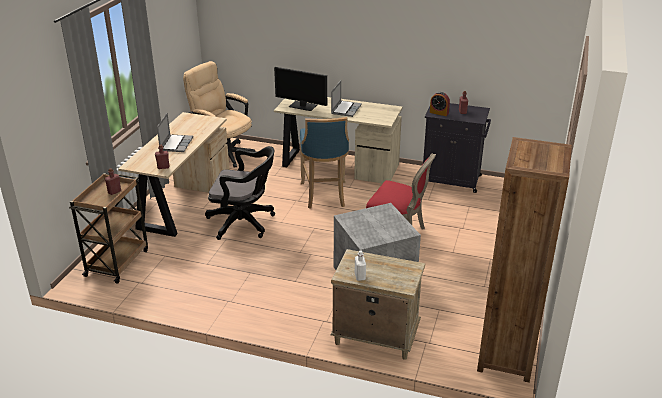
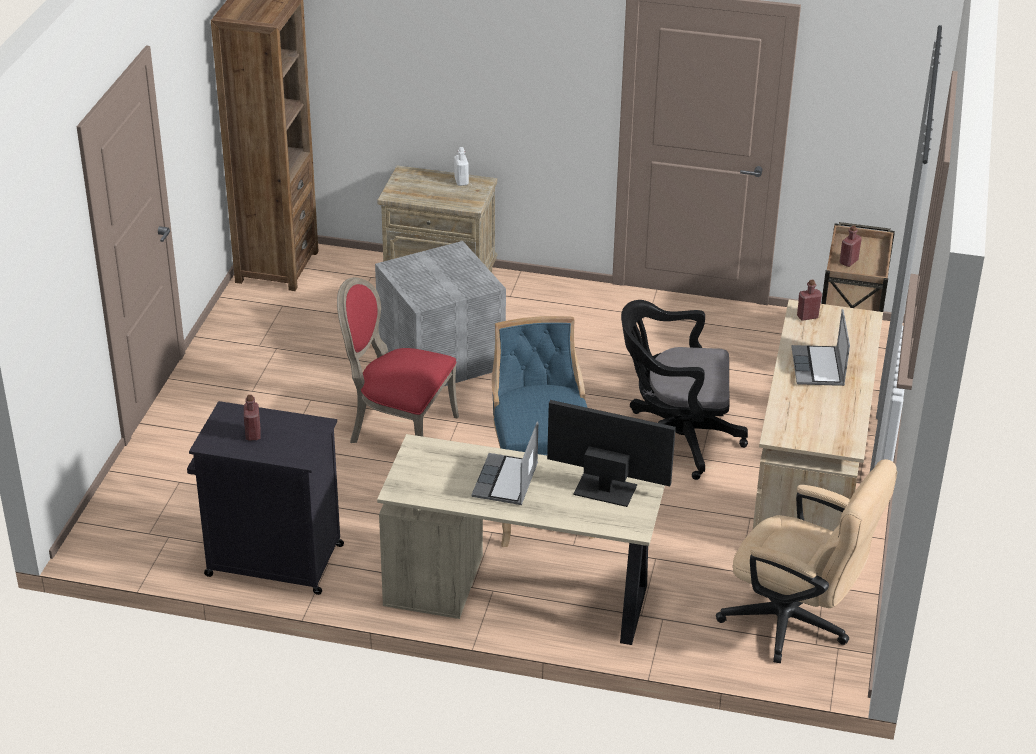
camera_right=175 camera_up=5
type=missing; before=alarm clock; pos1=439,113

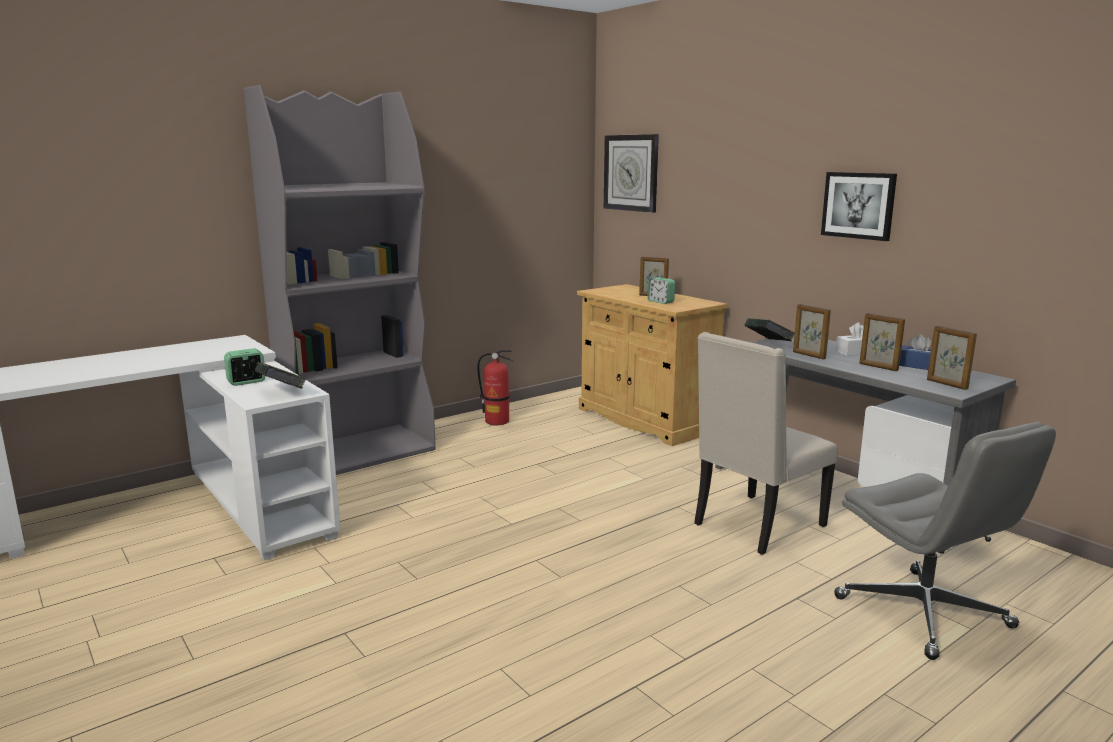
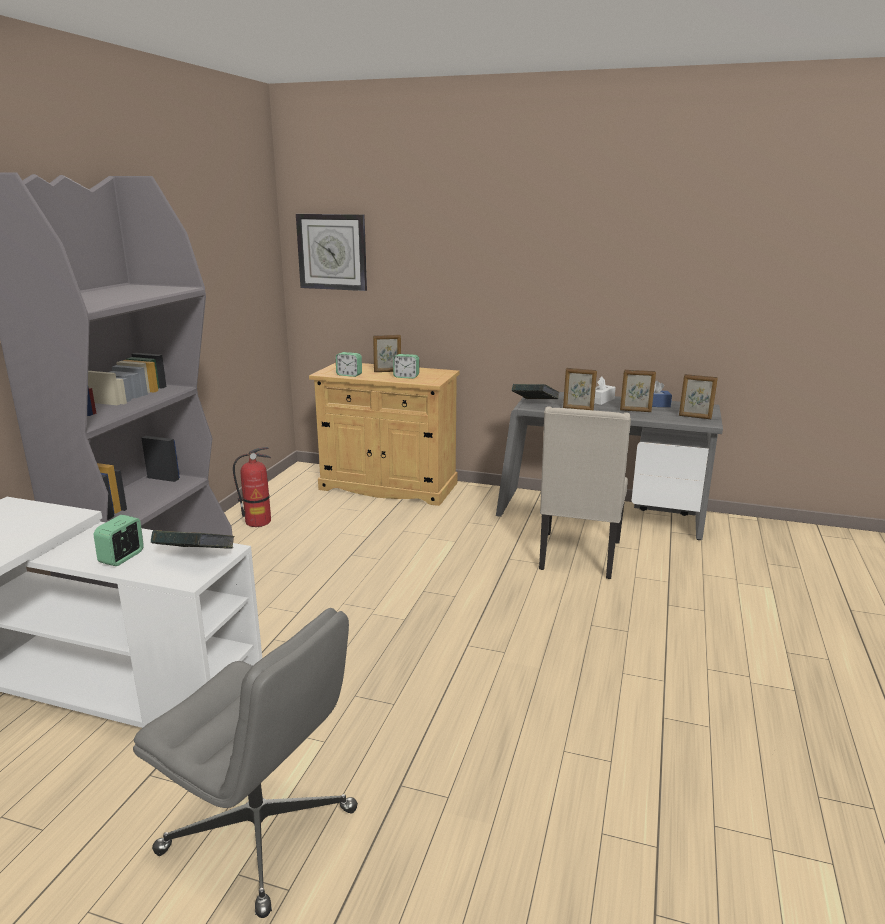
camera_right=-35 camera_up=5
type=missing; before=wall picture; pos1=858,205
type=appeared; after=alarm clock; pos2=349,375
type=relocated; before=grey office chair; pos1=925,613; pos2=261,831

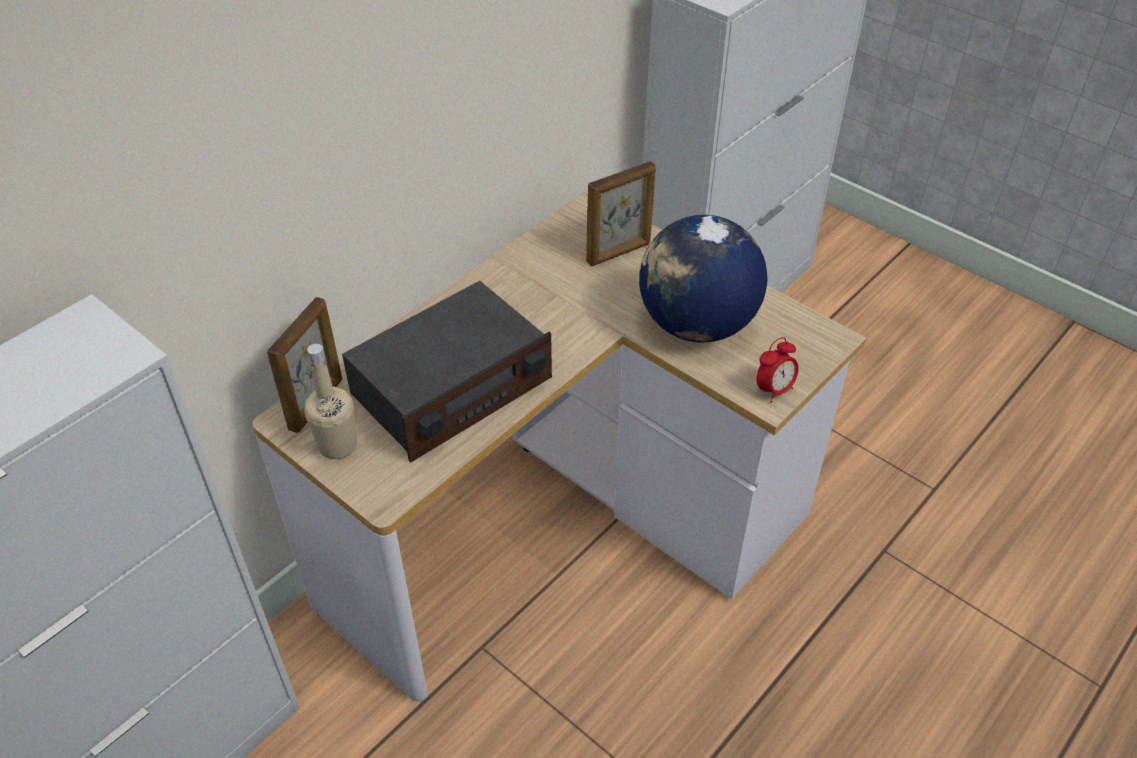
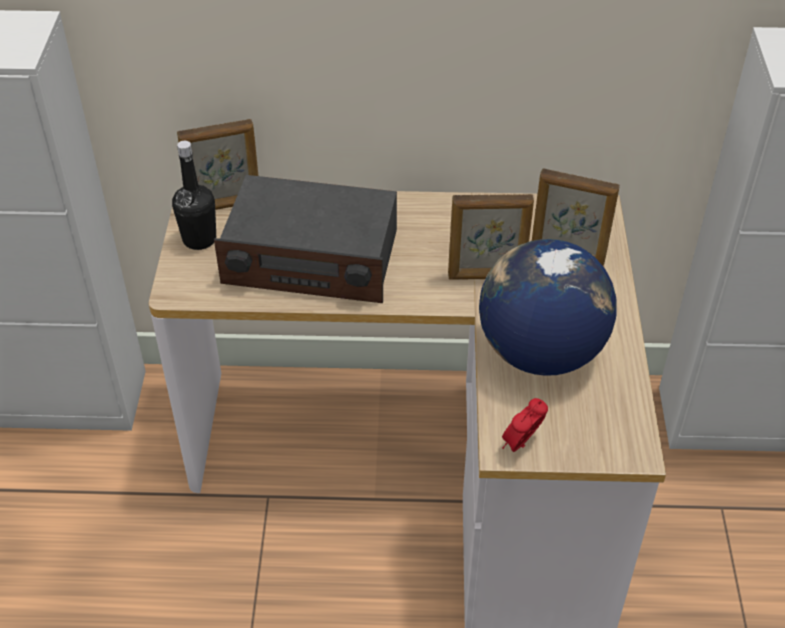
camera_right=50 camera_up=0
type=appeared; after=photo frame; pos2=486,276
type=colour; before=beige-coloured drink bottle; after=blackish drink bottle; pos1=337,445; pos2=199,239
type=spun; before=alarm clock; pos1=774,390; pos2=521,445; turn=120

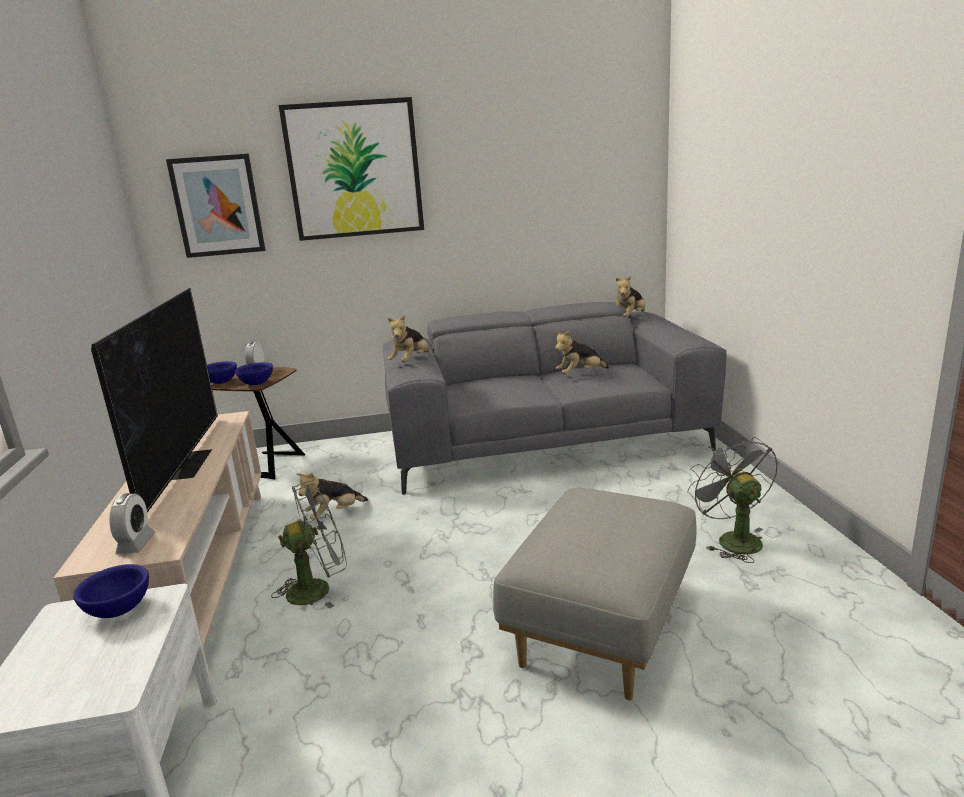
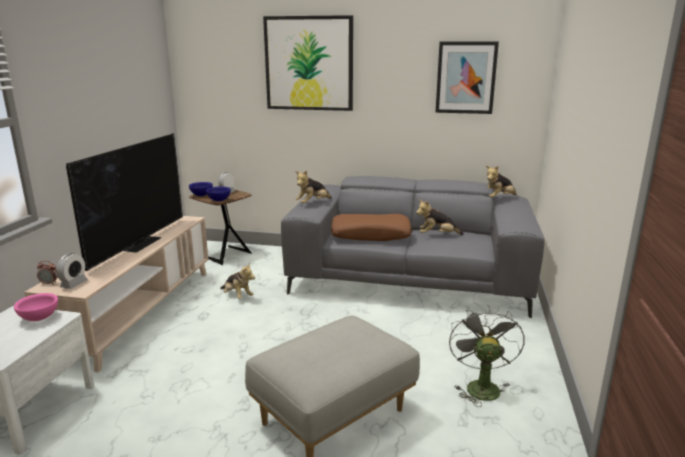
camera_right=20 camera_up=0
type=missing; before=grey fan; pos1=318,588
type=appeared; after=alarm clock; pos2=49,283
type=appeared; after=brownish pillow; pos2=370,235
type=relocated; before=wall picture; pos1=217,206; pos2=466,78
type=colour; before=blue-coloured serving bowl; after=pink serving bowl; pos1=119,610; pos2=39,318
type=spun; before=soft toy; pos1=334,514; pos2=237,296; turn=-120

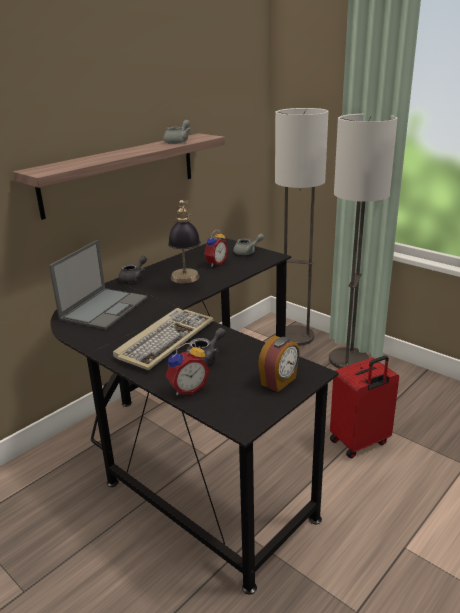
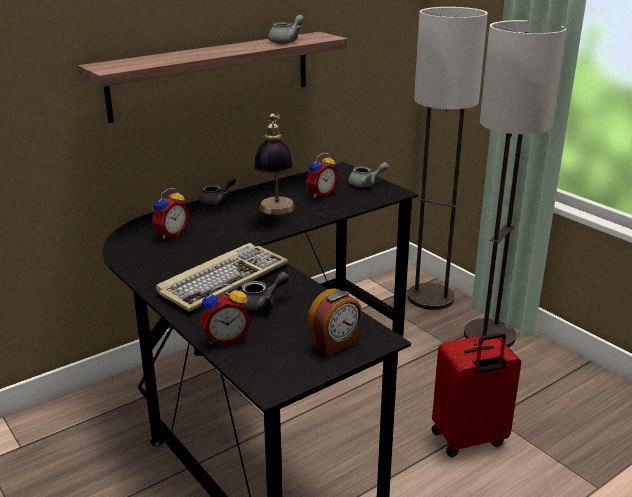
camera_right=10 camera_up=0
type=exchanged; before=notebook computer; after=alarm clock; pos1=104,308; pos2=170,234

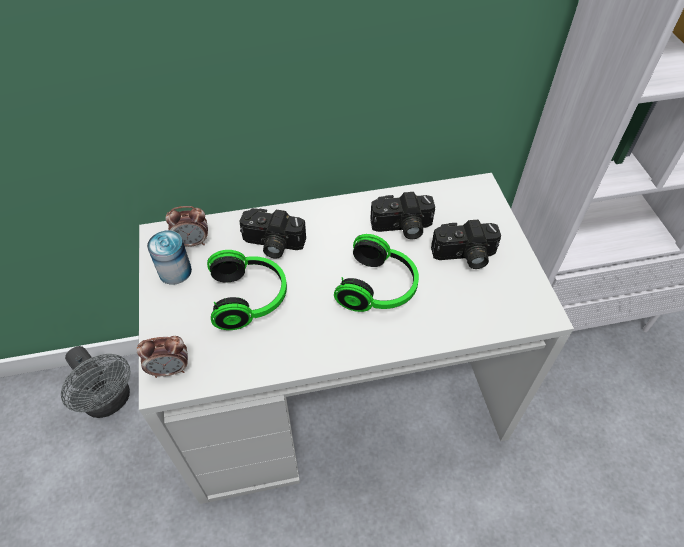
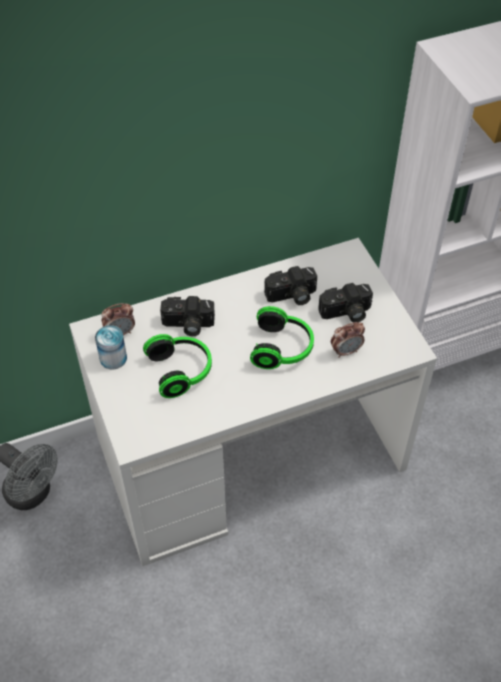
camera_right=-10 camera_up=0
type=relocated; before=alarm clock; pos1=170,369; pos2=346,351

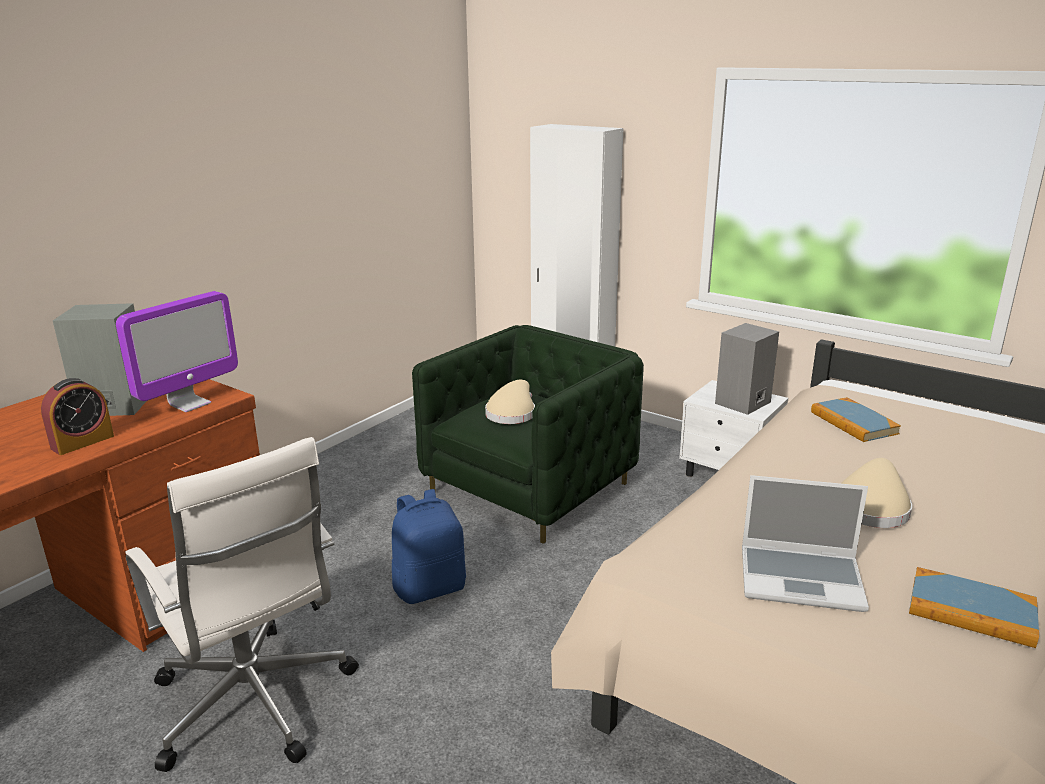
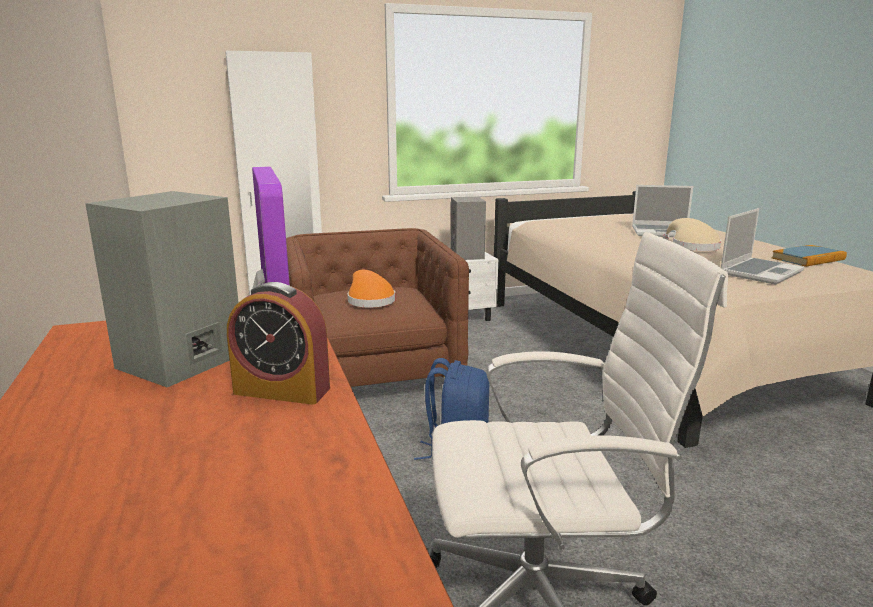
camera_right=-55 camera_up=-5
type=missing; before=book; pos1=853,423
type=appeared; after=notebook computer; pos2=663,232
type=colour; before=green armchair; after=brownish armchair; pos1=529,488; pos2=373,374
type=colour; before=beige-coloured wearable hat; after=orangey wearable hat; pos1=512,413; pos2=369,300
type=spun; before=alarm clock; pos1=82,442; pos2=282,391; turn=120

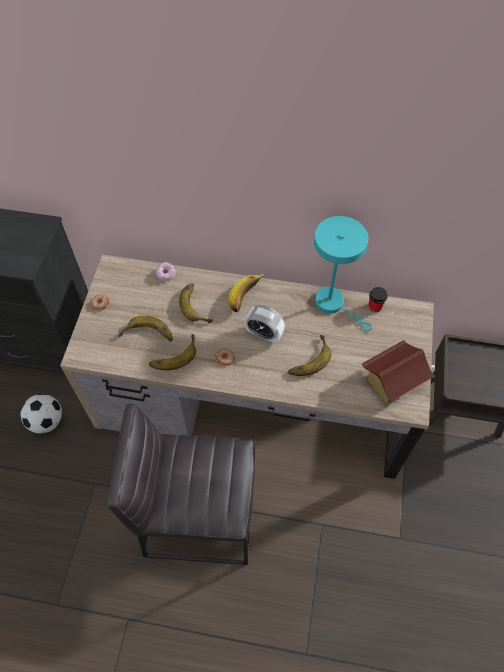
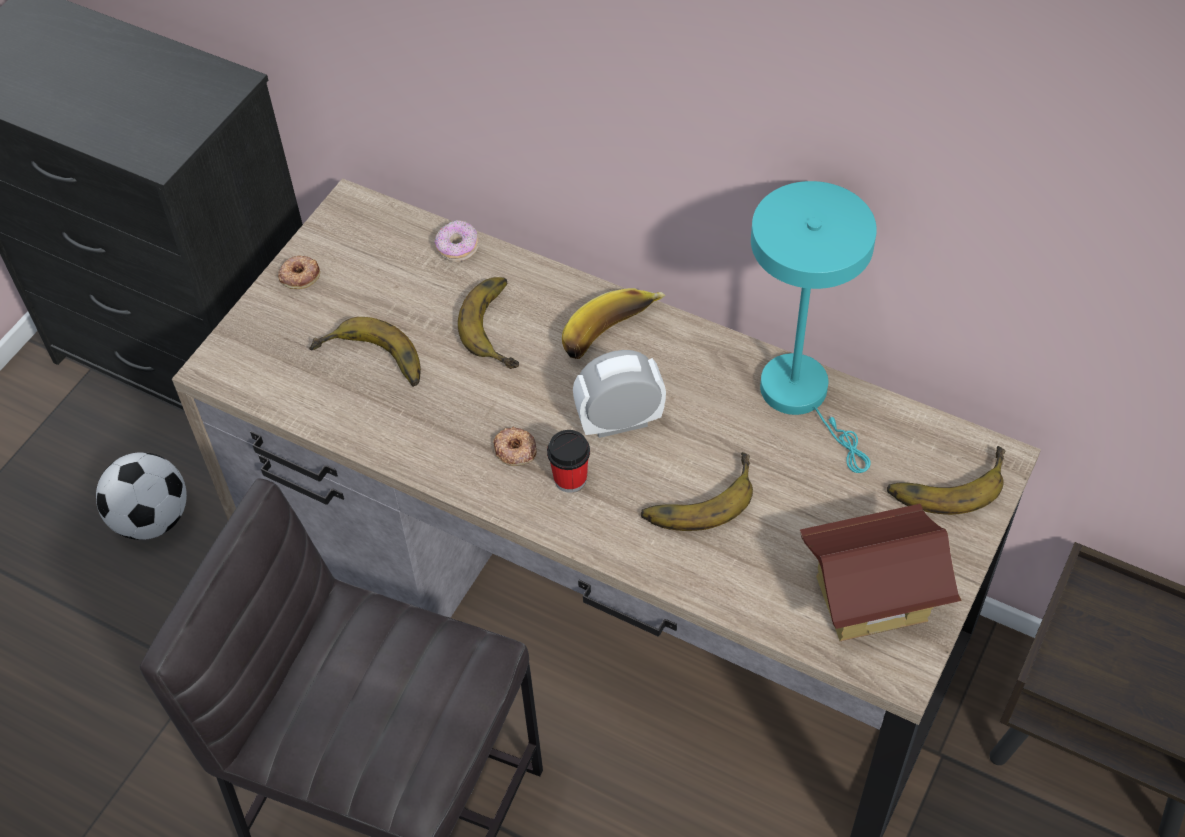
camera_right=20 camera_up=-5
type=relocated; before=whole banana; pos1=173,354; pos2=945,480
type=relocated; before=drinking cup; pos1=374,307; pos2=570,479
type=spun; before=alarm clock; pos1=264,334; pos2=620,422; turn=120

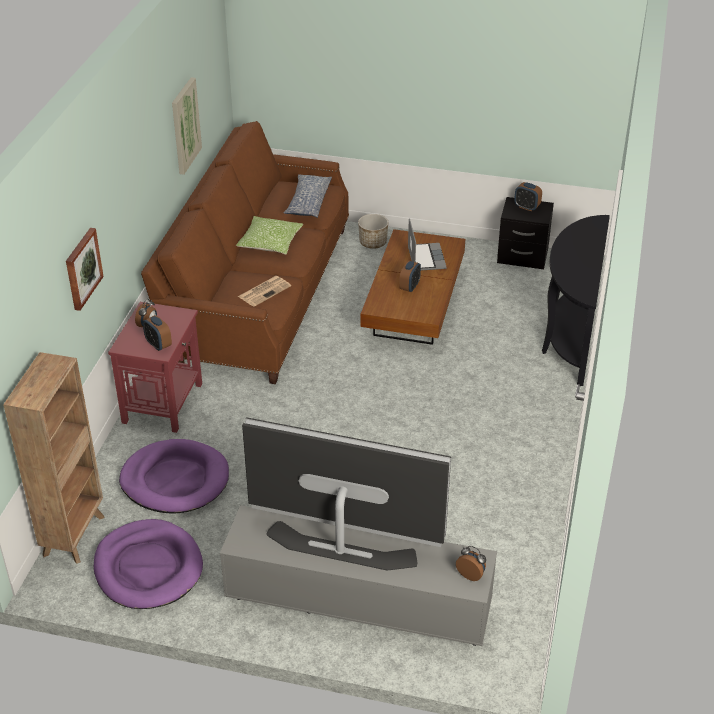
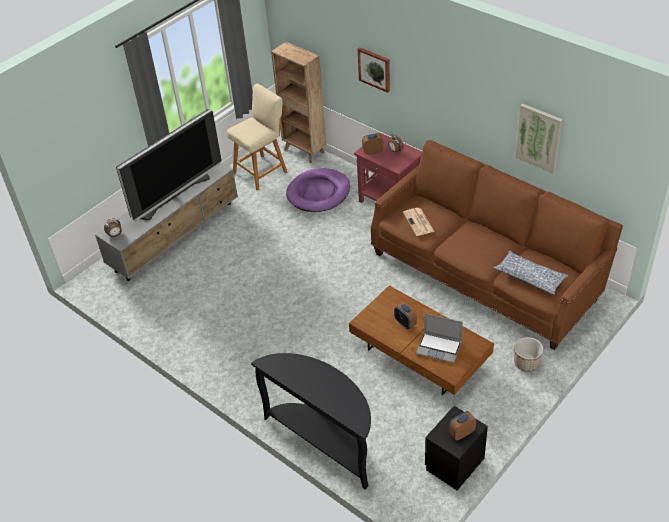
camera_right=120 camera_up=5
type=missing; before=pillow; pos1=270,243
type=exchanged; before=purplish pet bed; after=beige-coloured sitting stool; pos1=148,567; pos2=262,171

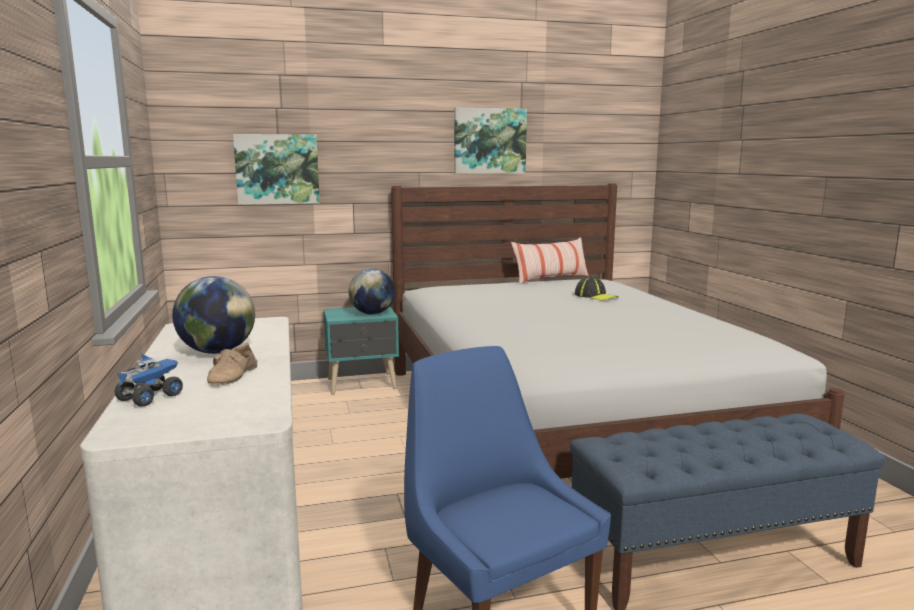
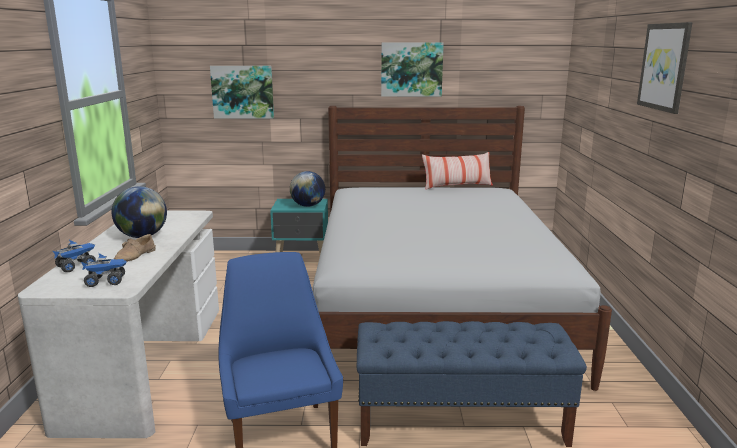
camera_right=15 camera_up=5
type=missing; before=baseball cap; pos1=596,296
type=appeared; after=model truck; pos2=106,281
type=appeared; after=wall picture; pos2=665,67

